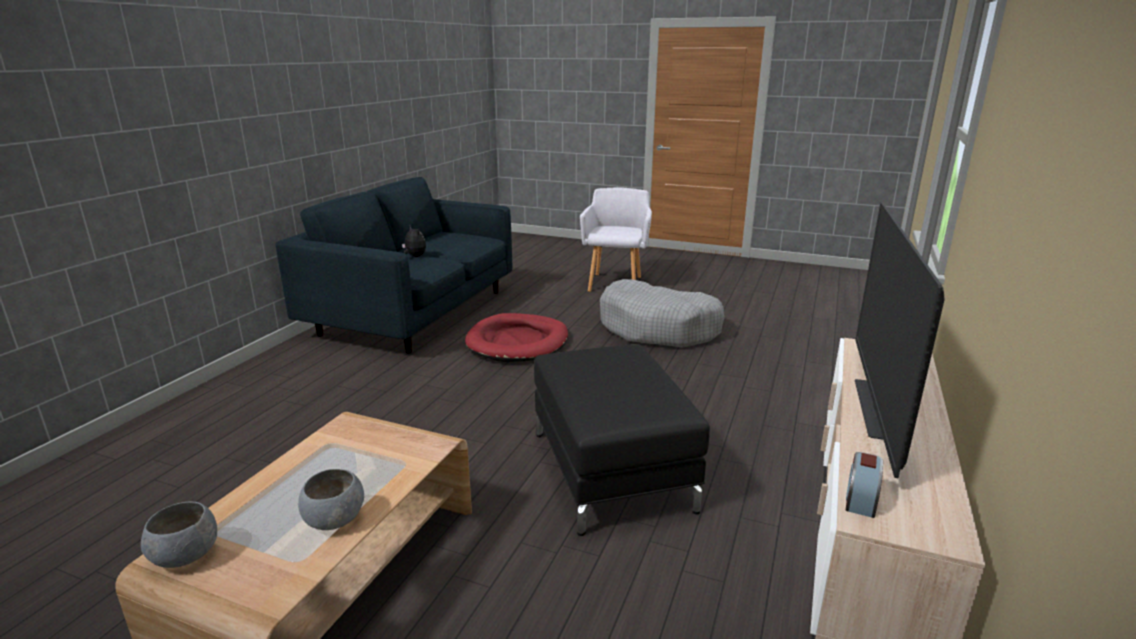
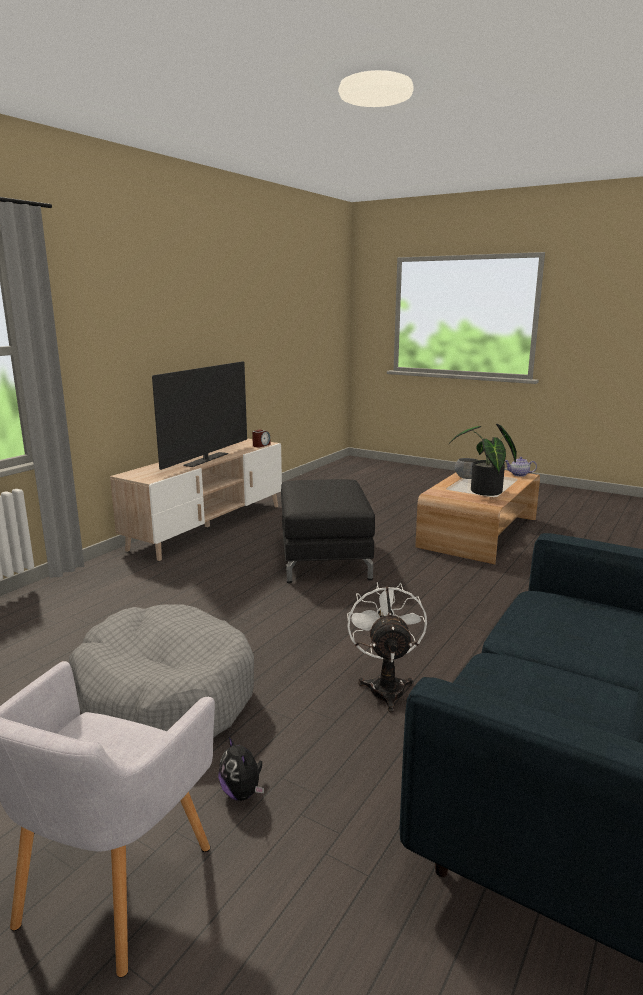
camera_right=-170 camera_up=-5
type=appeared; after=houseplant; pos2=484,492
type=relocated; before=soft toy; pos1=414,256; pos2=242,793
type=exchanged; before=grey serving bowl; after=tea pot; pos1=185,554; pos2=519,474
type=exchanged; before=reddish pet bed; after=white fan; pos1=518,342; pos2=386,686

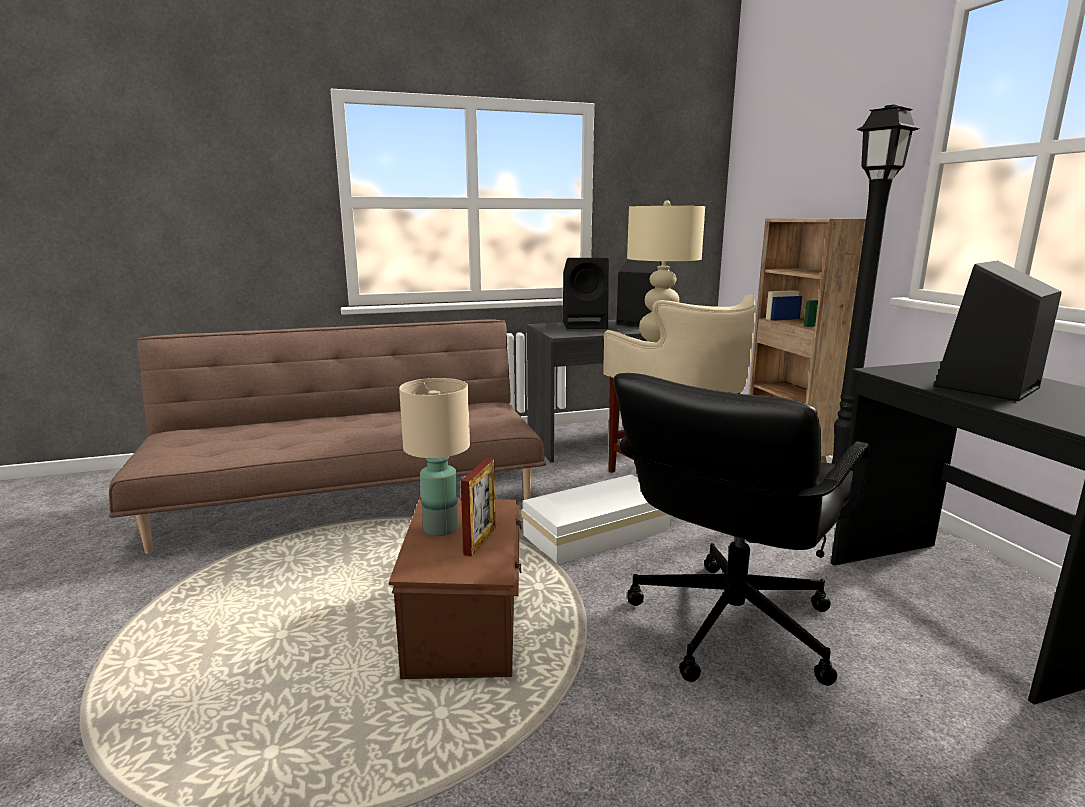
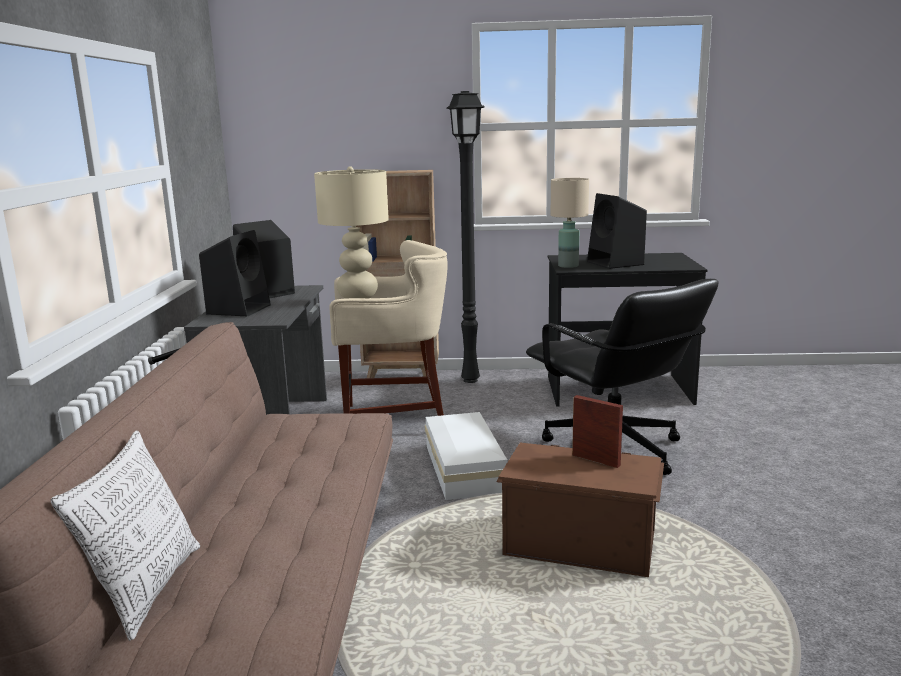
camera_right=-70 camera_up=0
type=appeared; after=pillow; pos2=146,590
type=relocated; before=beige-coloured lamp for a table; pos1=441,528; pos2=568,266

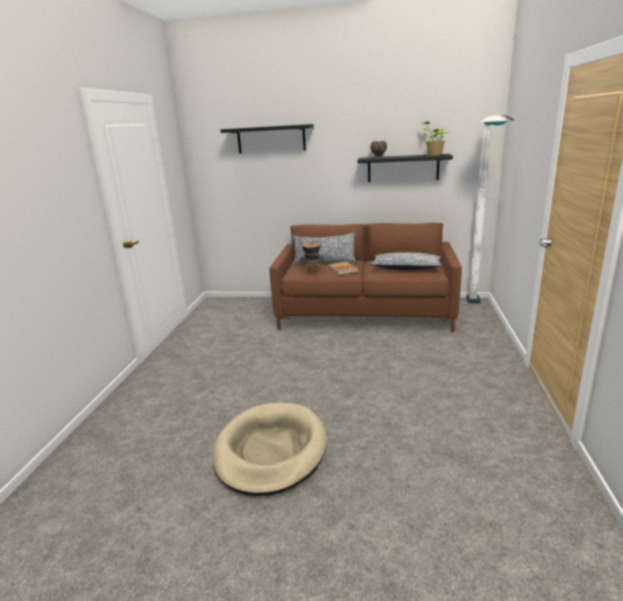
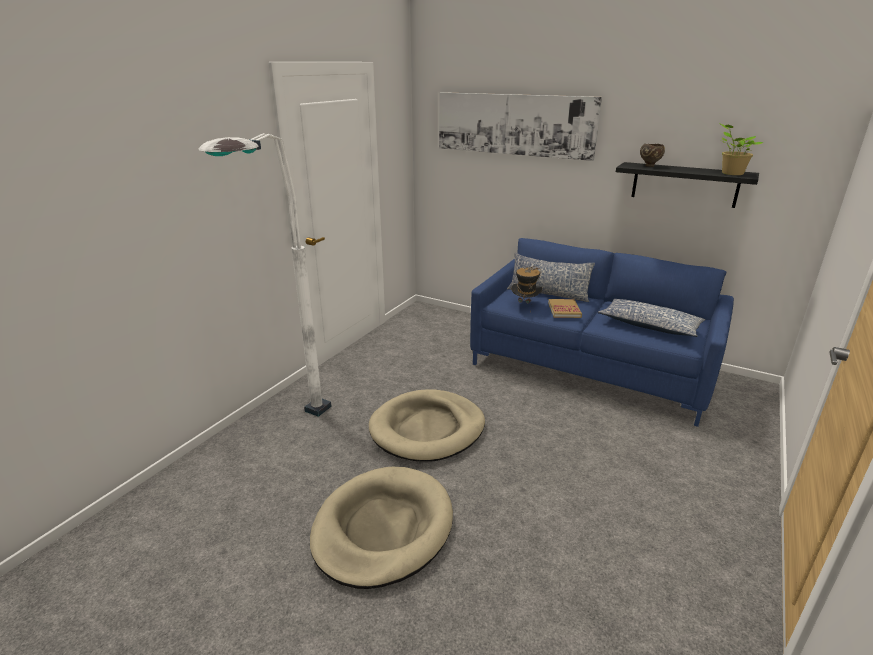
camera_right=20 camera_up=5
type=appeared; after=beige-coloured pet bed; pos2=427,429
type=relocated; before=white standard lamp; pos1=477,311; pos2=289,430
type=exchanged; before=blackish bracket shelf; after=wall picture; pos1=271,139; pos2=514,124
type=colour; before=brownish couch; after=blue-coloured couch; pos1=365,313; pos2=590,367

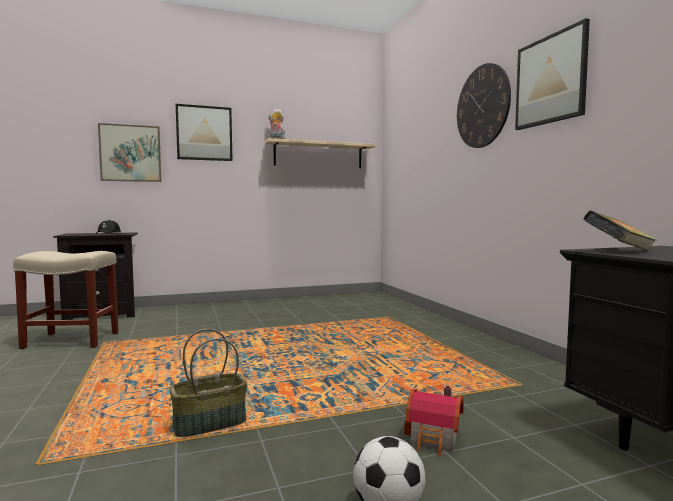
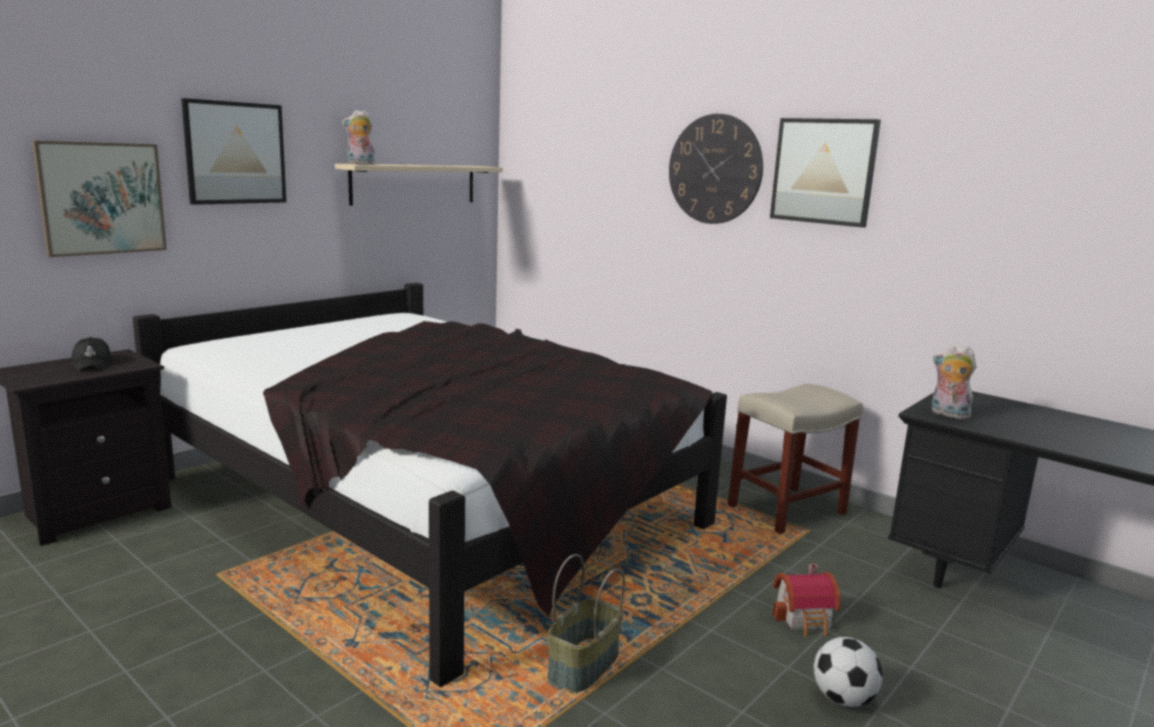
camera_right=-30 camera_up=10
type=appeared; after=blackish bed; pos2=429,502
type=relocated; before=beige-coloured sitting stool; pos1=73,340; pos2=787,509
type=exchanged; before=book; after=soft toy; pos1=618,251; pos2=947,414

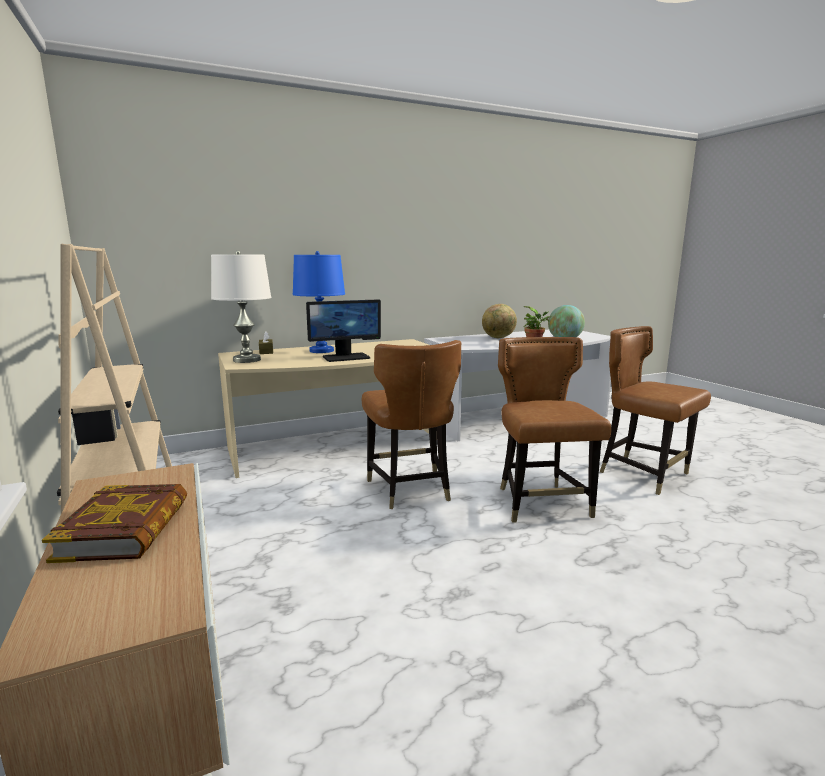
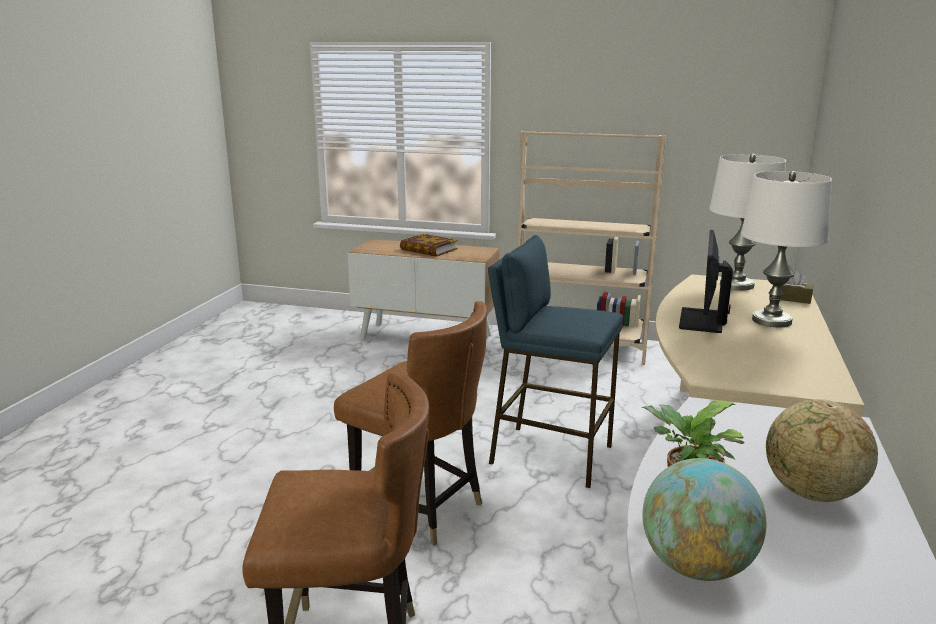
camera_right=130 camera_up=5
type=exchanged; before=brownish plain chair; after=blue-coloured sitting stool; pos1=410,489; pos2=550,454
type=colour; before=blue-coloured lamp for a table; after=white lamp for a table; pos1=321,351; pos2=771,321

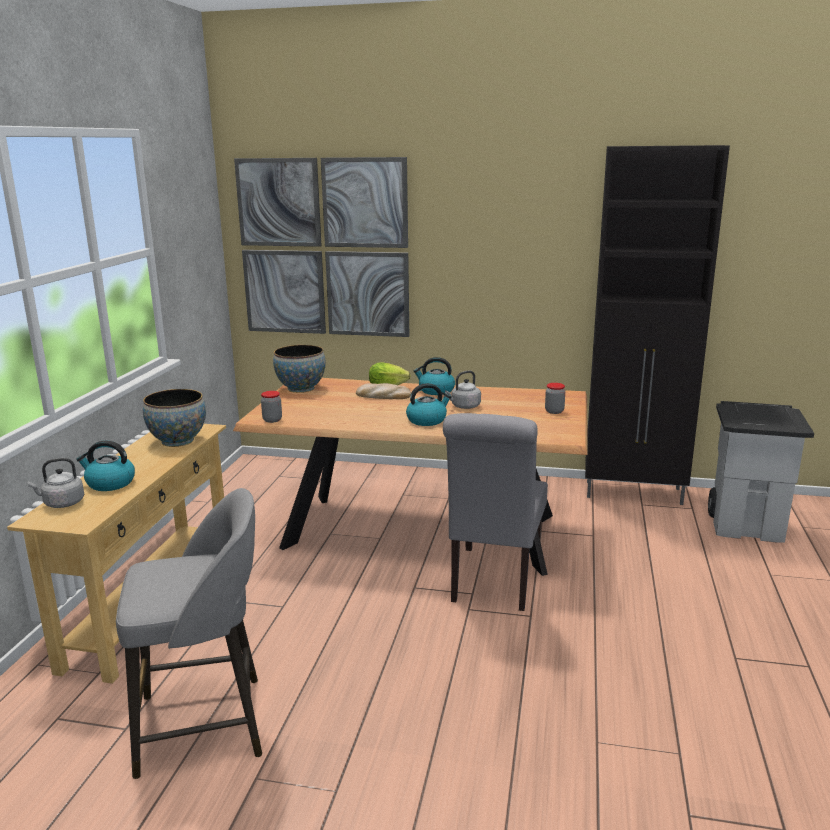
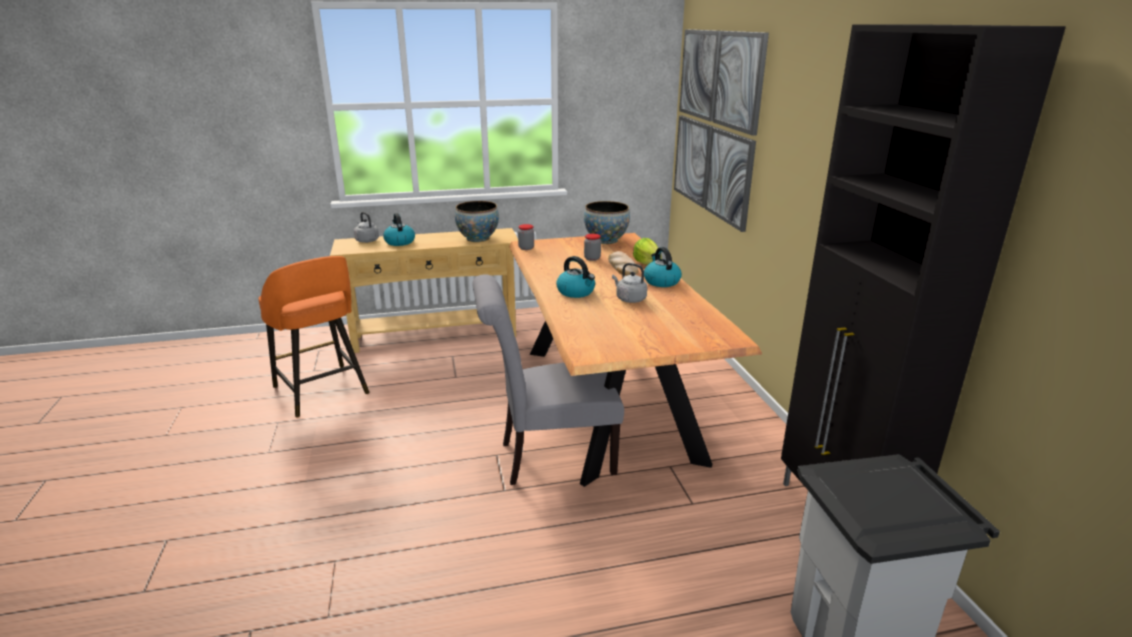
camera_right=65 camera_up=5
type=relocated; before=preserve jar; pos1=554,411; pos2=592,258
type=colour; before=grey sitting stool; after=orangey sitting stool; pos1=206,724; pos2=322,391

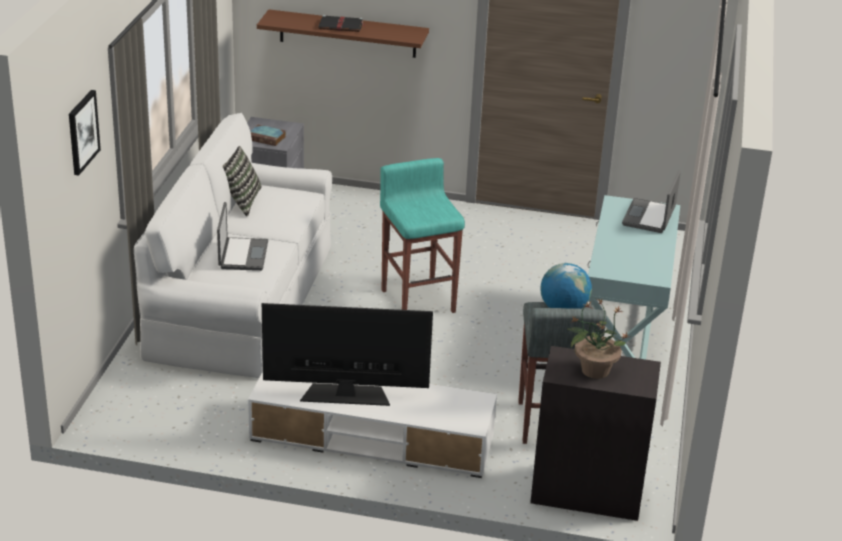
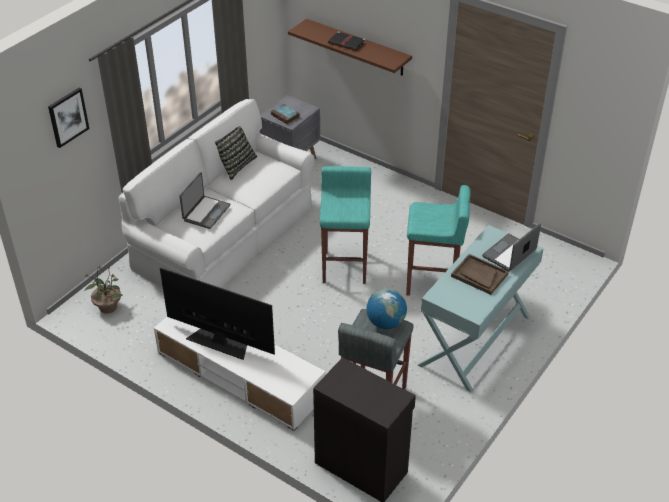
camera_right=25 camera_up=10
type=appeared; after=turquoise-coloured sitting stool; pos2=432,283
type=appeared; after=brownish tray; pos2=479,275
type=relocated; before=houseplant; pos1=594,370; pos2=108,306

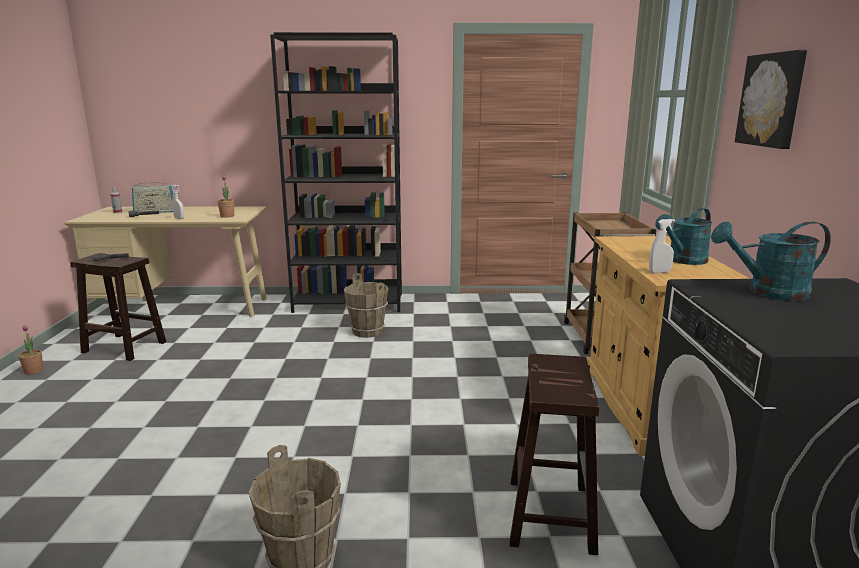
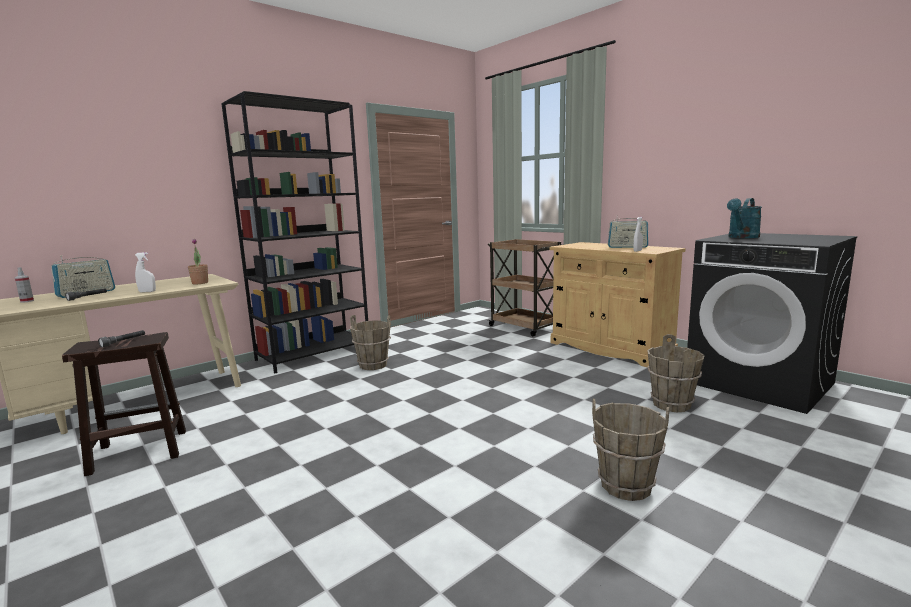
camera_right=-40 camera_up=-5
type=missing; before=houseplant; pos1=33,371
type=missing; before=wall picture; pos1=772,100
type=exchanged; before=brownish sitting stool; after=brownish pail; pos1=549,513; pos2=671,404
type=exchanged; before=turquoise-coloured sprinkling can; after=radio set; pos1=683,261; pos2=627,247

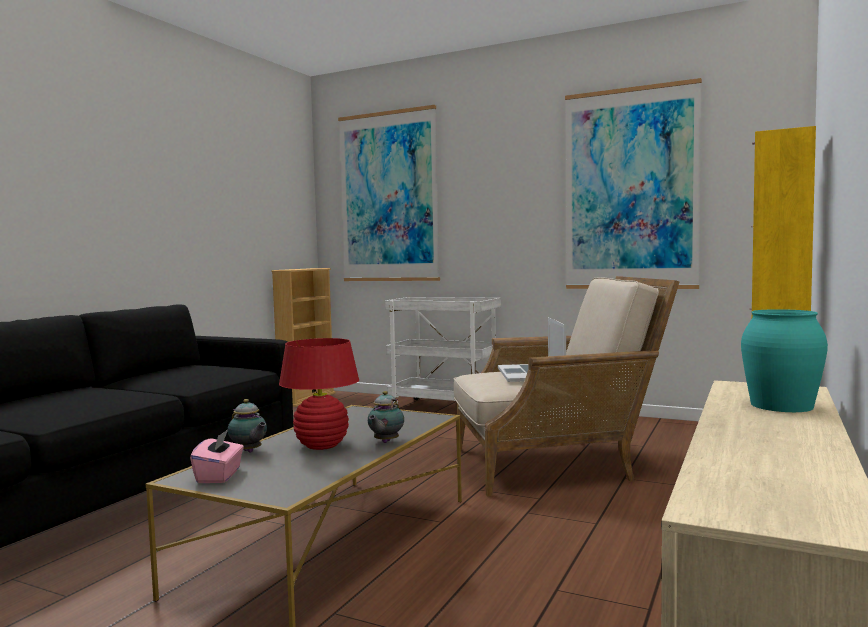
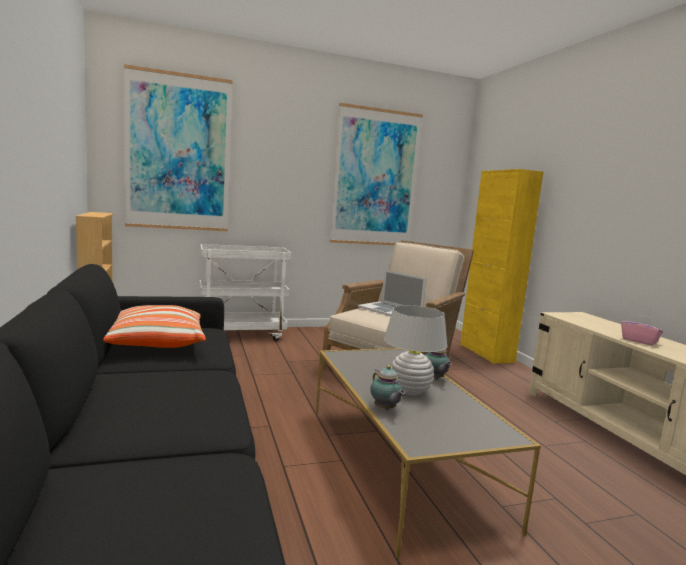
camera_right=-45 camera_up=5
type=missing; before=turquoise-coloured vase; pos1=781,405
type=appeared; after=pillow; pos2=155,343
type=relocated; before=pink box of tissues; pos1=219,476; pos2=639,341
type=colour; before=reddish lamp for a table; after=white lamp for a table; pos1=322,445; pos2=410,391
type=spun; before=tea pot; pos1=249,452; pos2=385,409; turn=60

